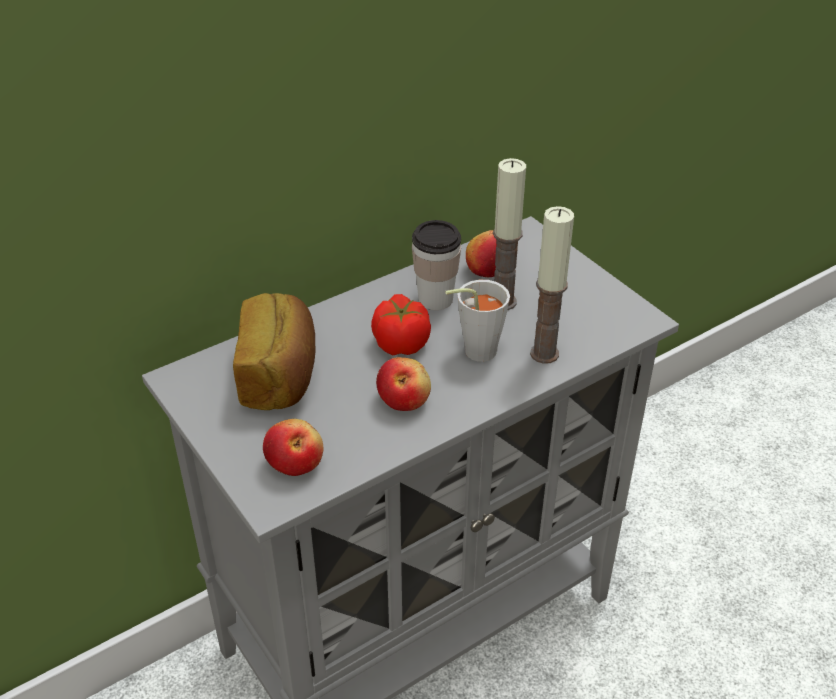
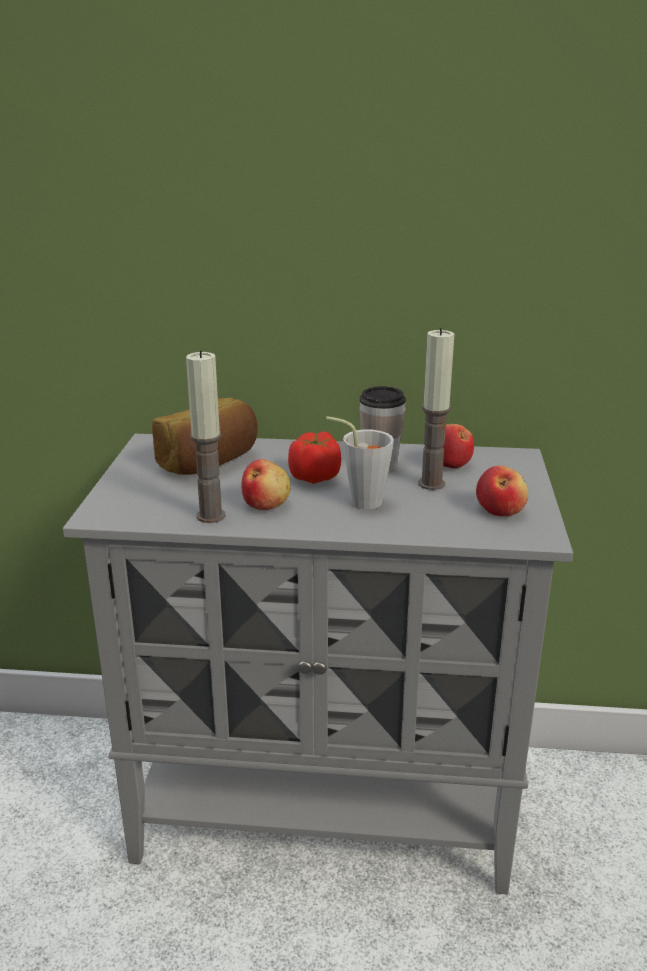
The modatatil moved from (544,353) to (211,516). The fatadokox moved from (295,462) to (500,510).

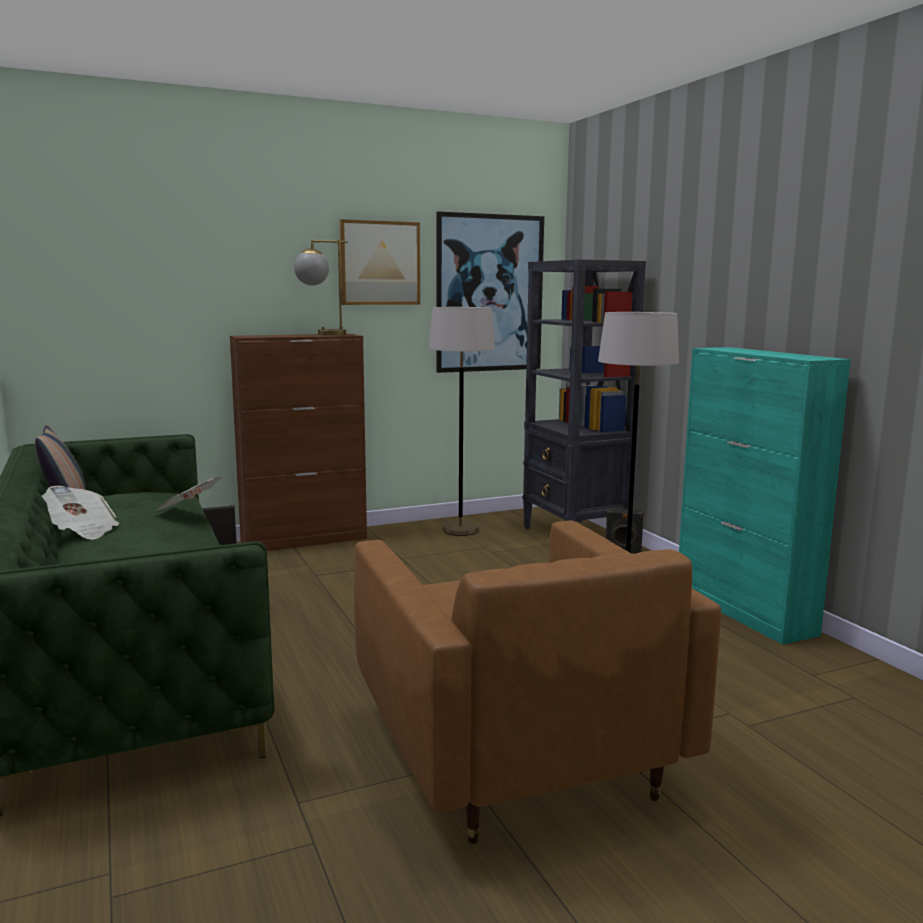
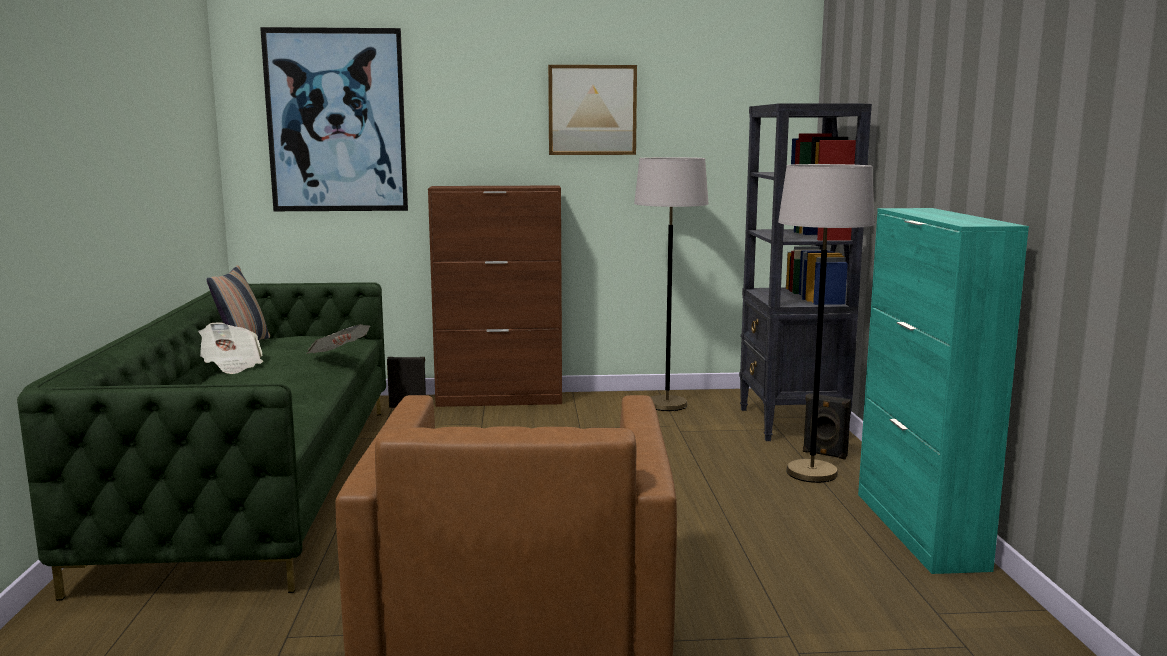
The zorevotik moved from (489,293) to (336,121). The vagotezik at (321,334) disappeared.

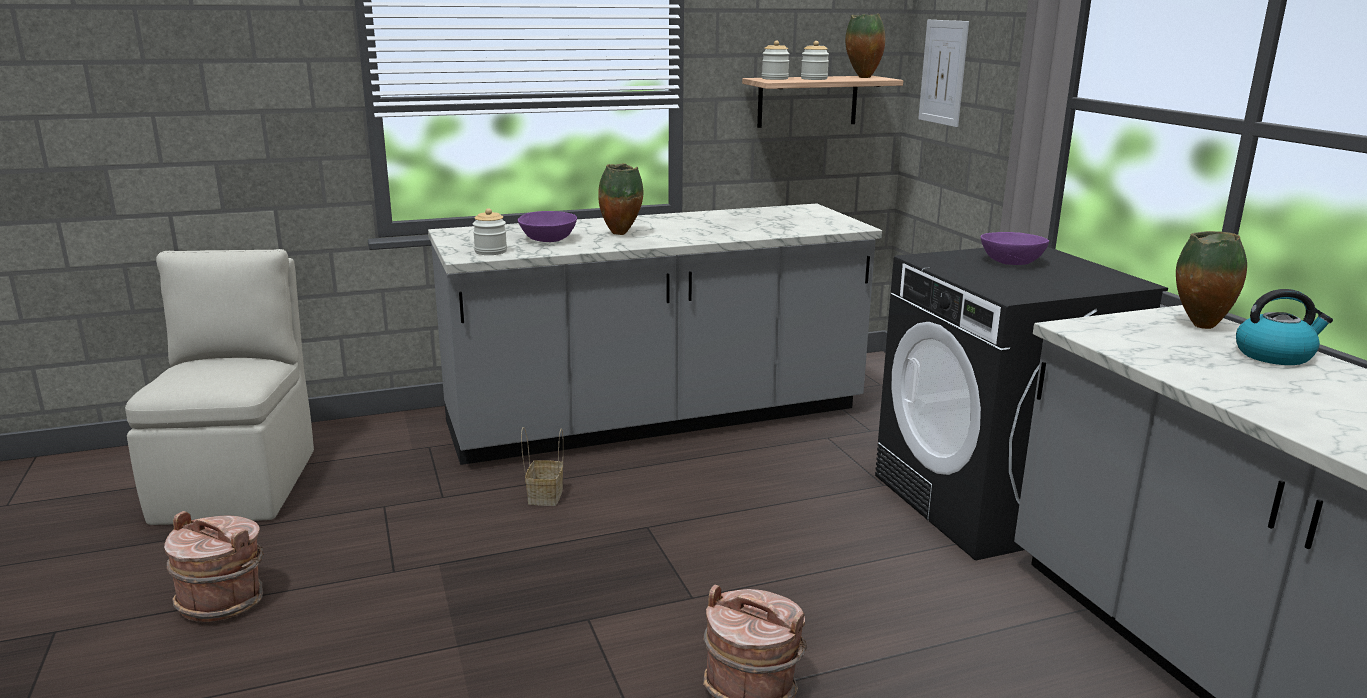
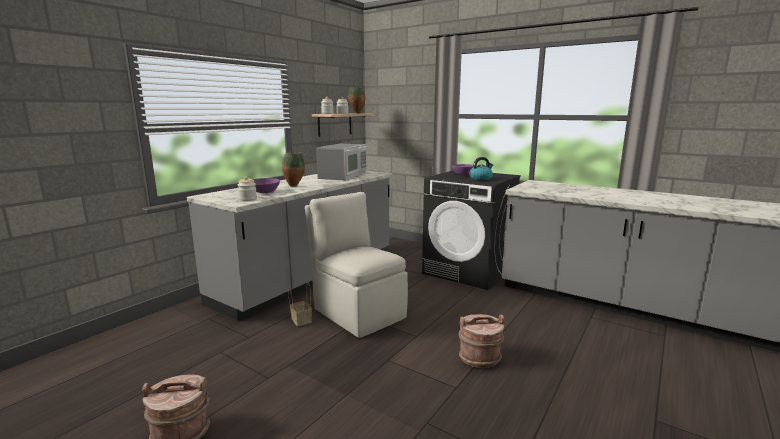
The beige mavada moved from (239,483) to (358,312). The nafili at (344,175) appeared. The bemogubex moved from (1274,355) to (481,178). The zorevotik at (943,72) disappeared. The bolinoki at (1199,327) disappeared.

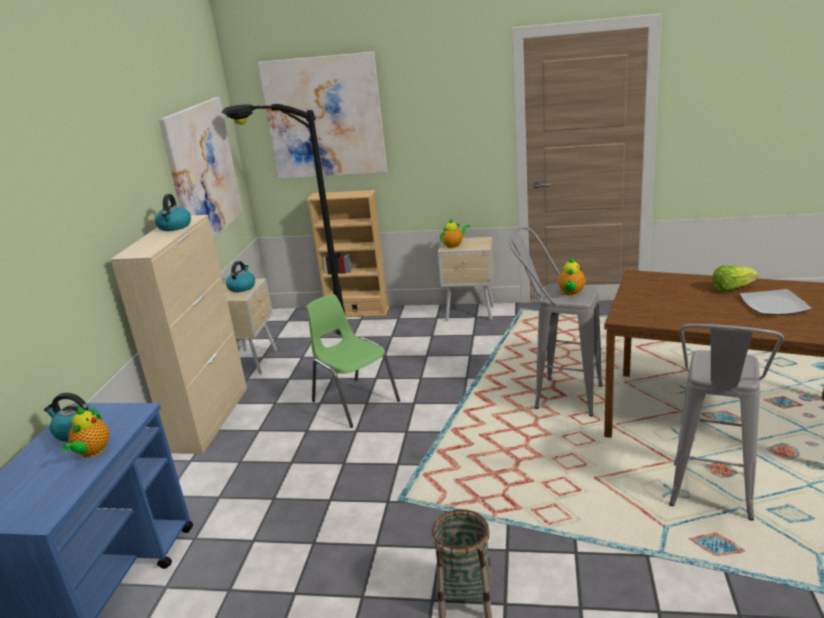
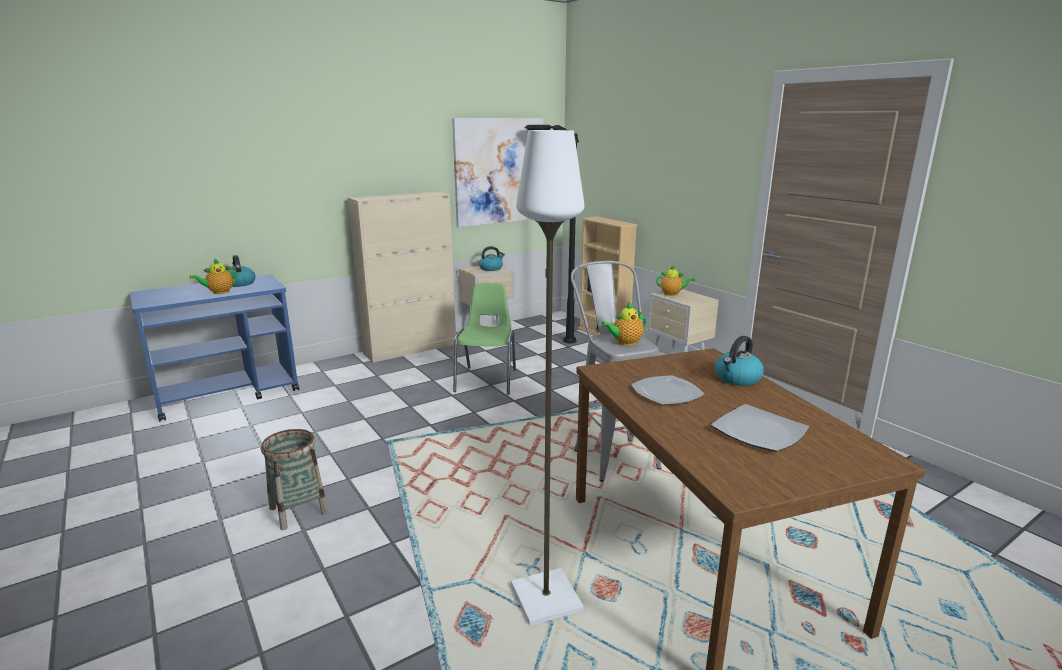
The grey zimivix at (710,501) was replaced by the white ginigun at (544,598). The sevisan at (666,393) appeared. The bemogubex moved from (174,227) to (737,379). The zorevotik at (324,117) disappeared. The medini at (731,288) disappeared.

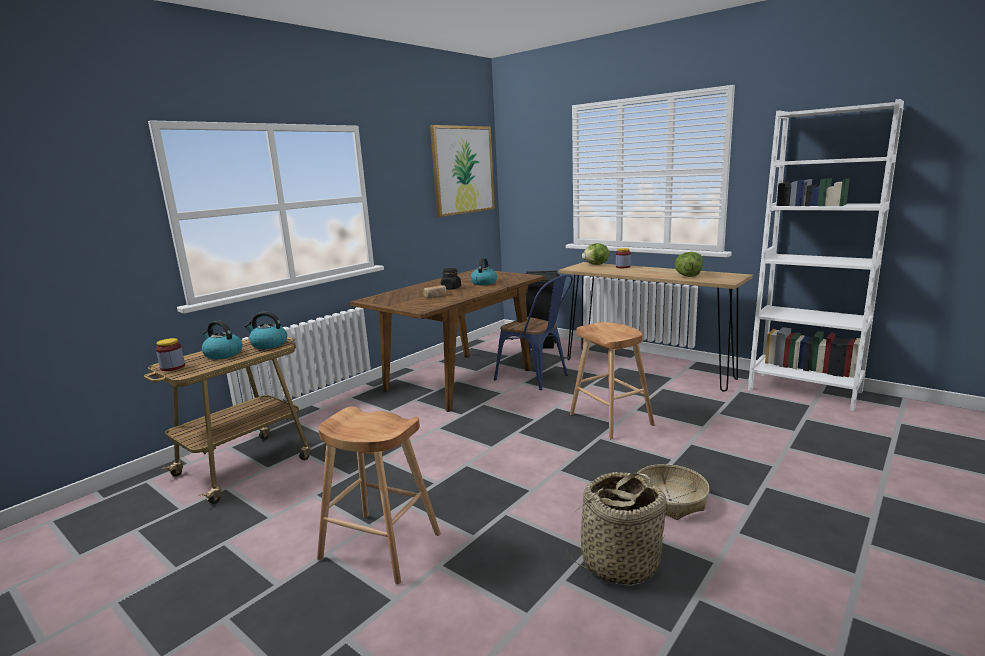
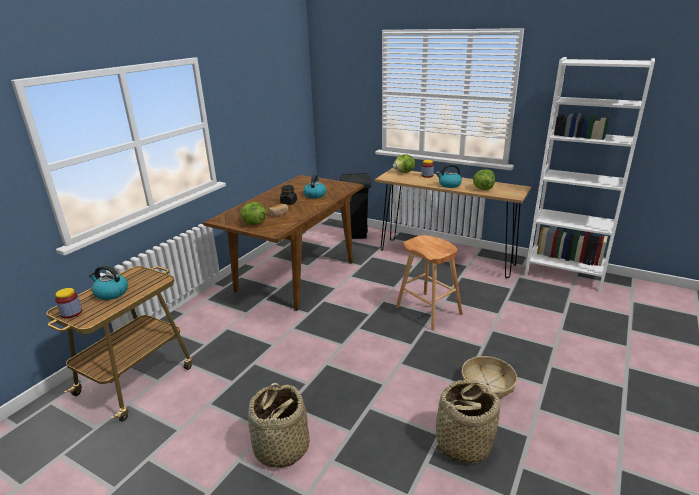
The medini at (253,223) appeared. The brown zimivix at (381,546) was replaced by the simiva at (281,448). The bemogubex moved from (268,345) to (449,185). The zorevotik at (463,170) disappeared. The blue mavada at (537,378) disappeared.

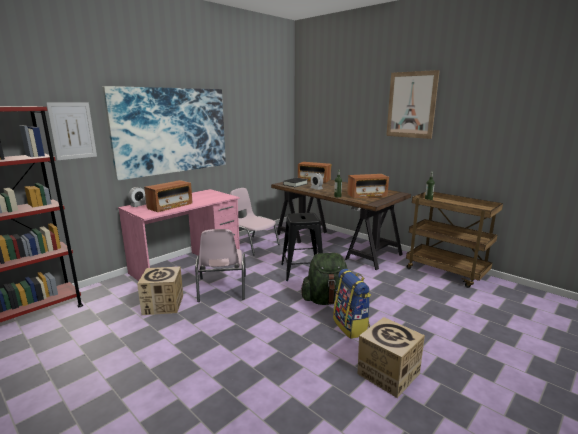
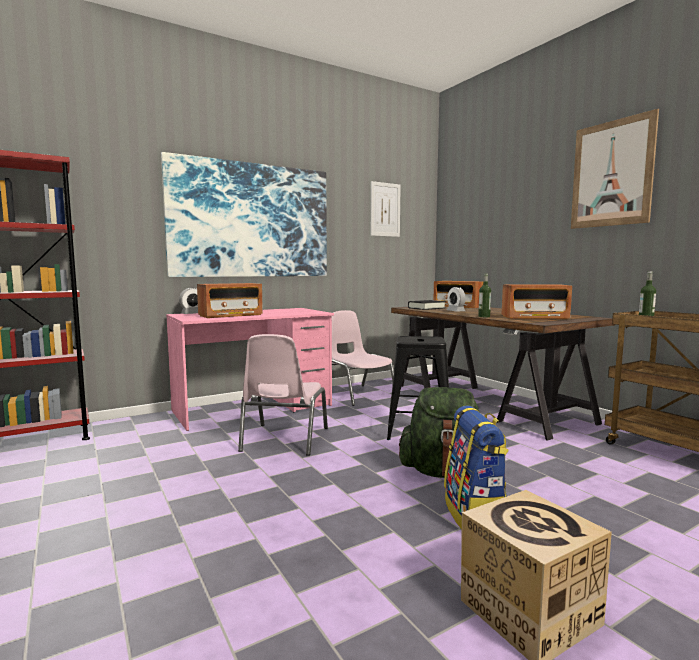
The zorevotik moved from (72,131) to (385,209). The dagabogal at (163,305) disappeared.

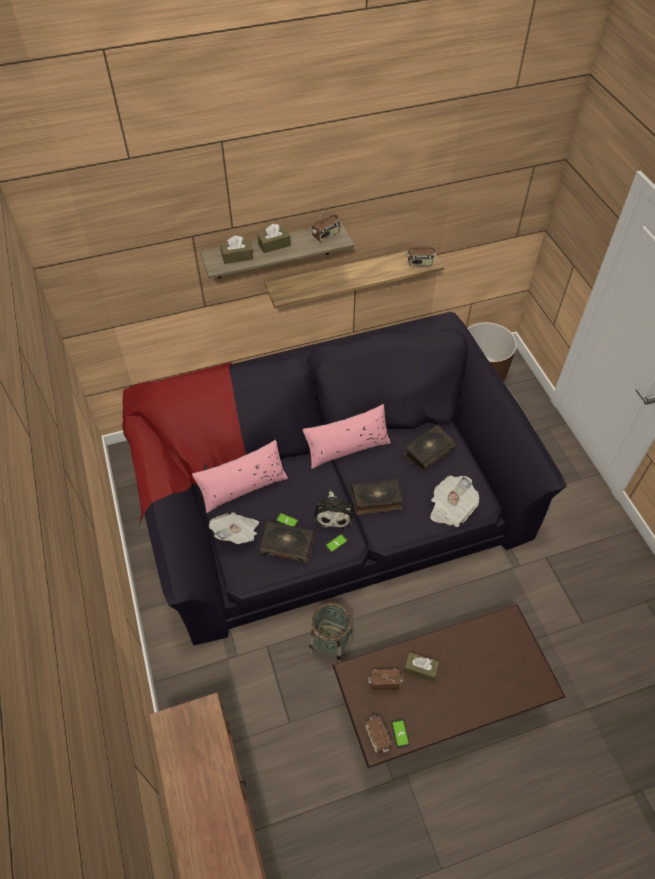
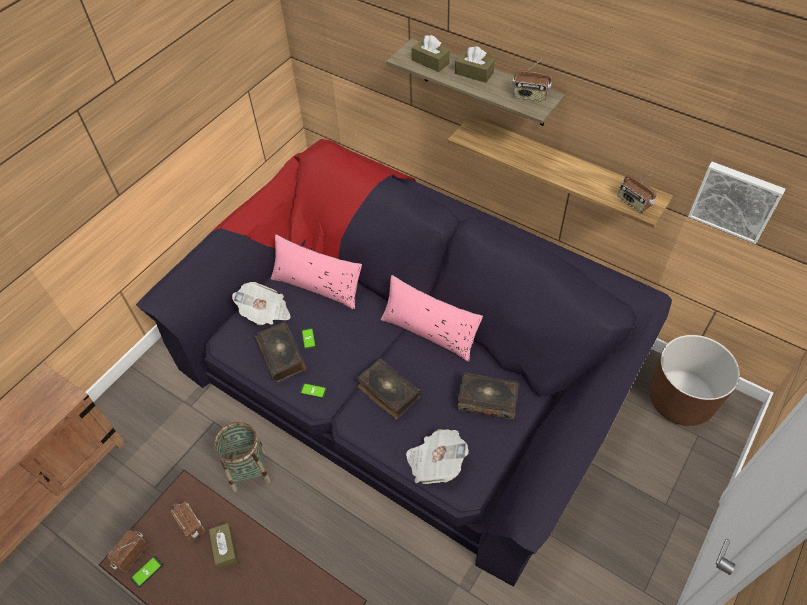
The zorevotik at (735,200) appeared. The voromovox at (333,513) disappeared.

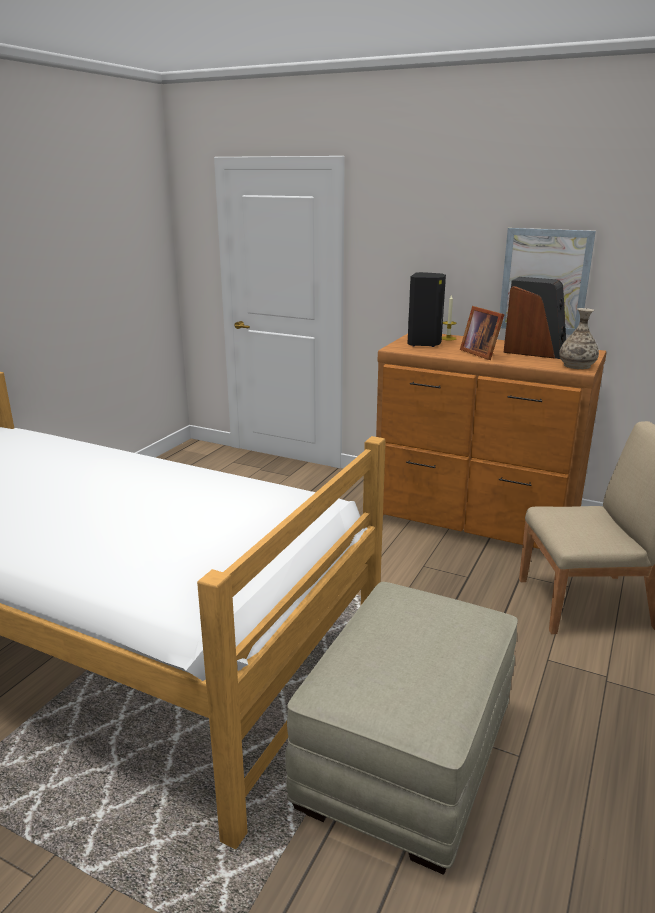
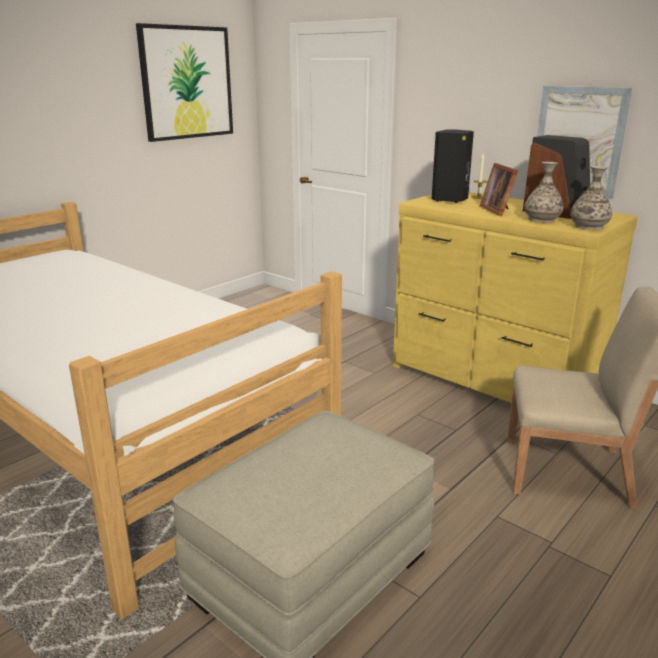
The zorevotik at (187,83) appeared. The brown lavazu at (475,519) became the yellow lavazu at (492,379). The bolinoki at (541,220) appeared.

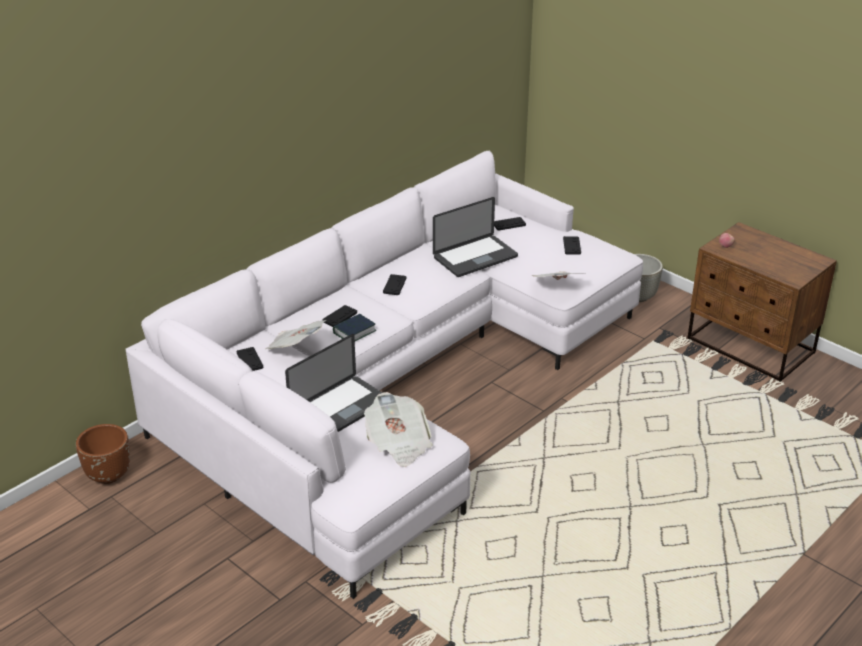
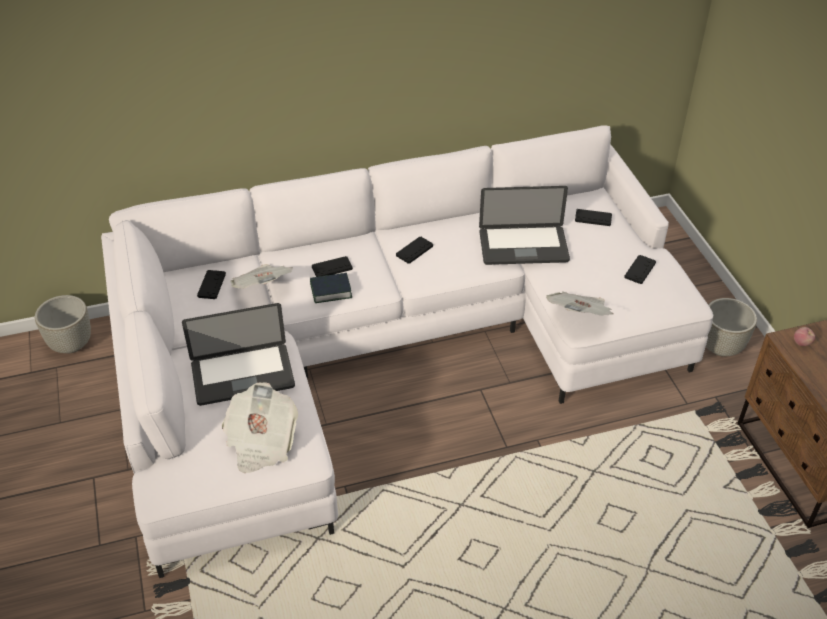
The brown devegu at (108,475) became the grey devegu at (71,344).

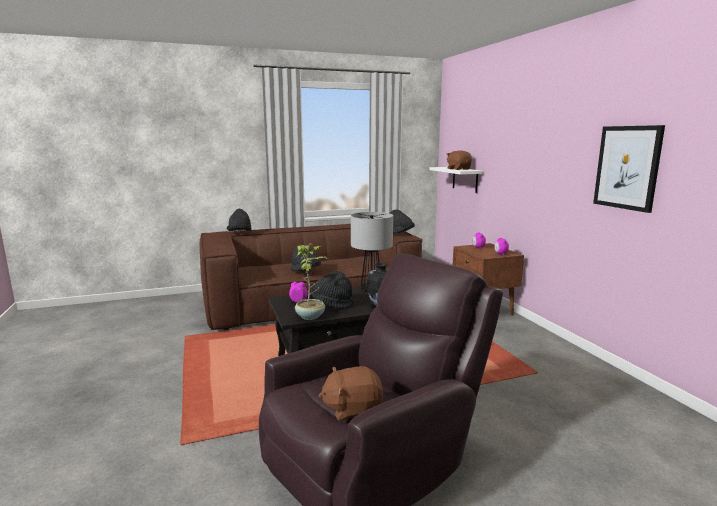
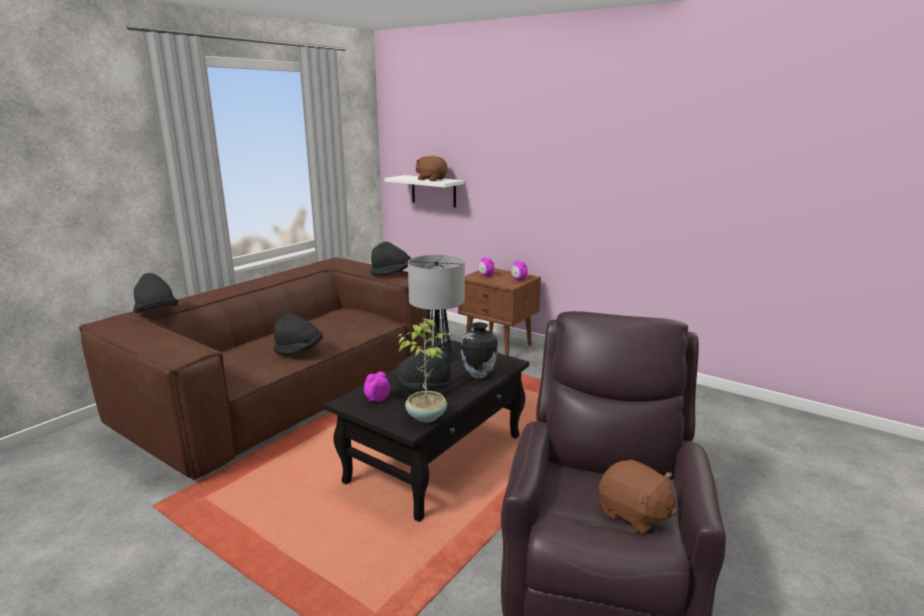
The brown voromovox at (352,409) turned 90 degrees counterclockwise. The zorevotik at (627,167) disappeared.

